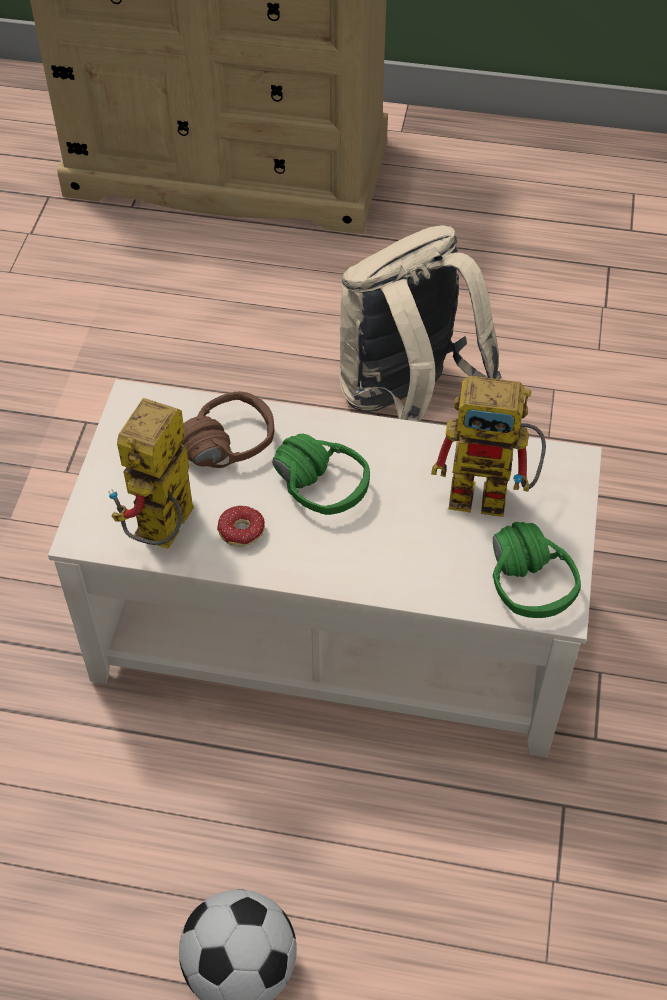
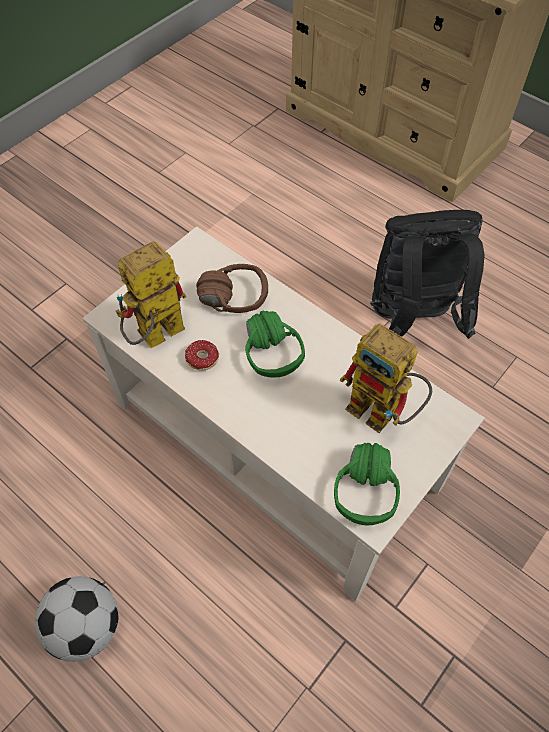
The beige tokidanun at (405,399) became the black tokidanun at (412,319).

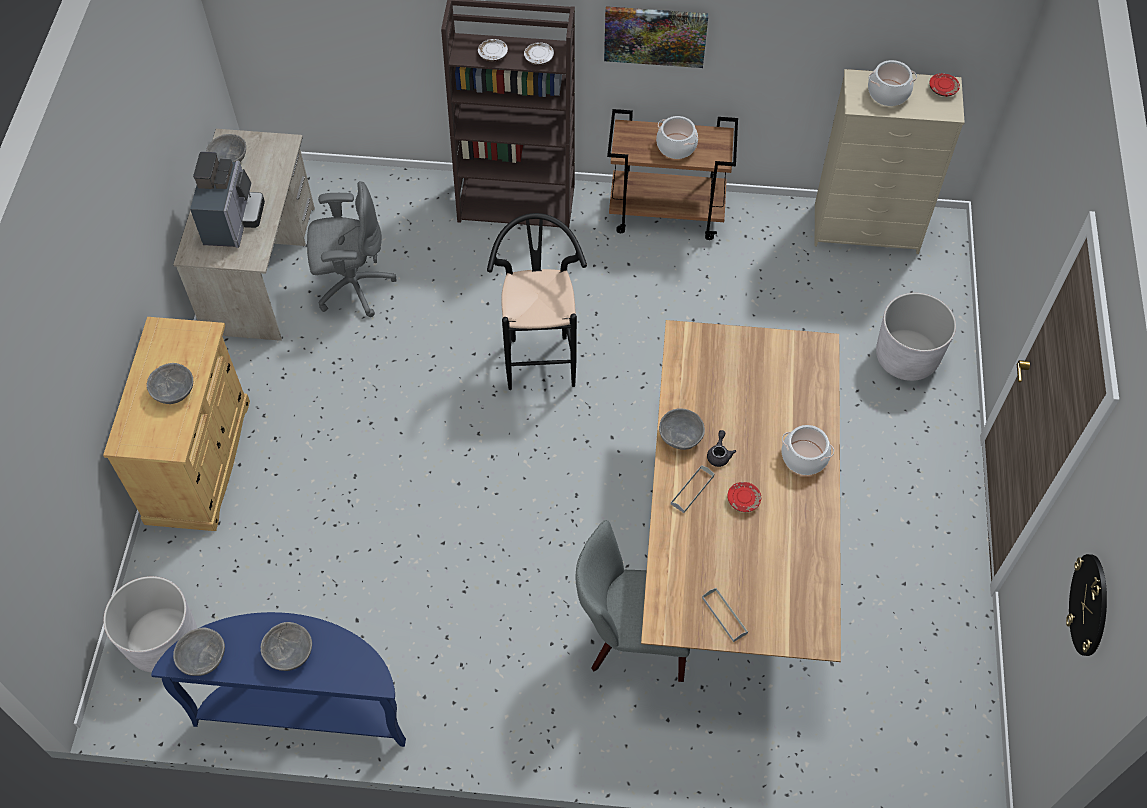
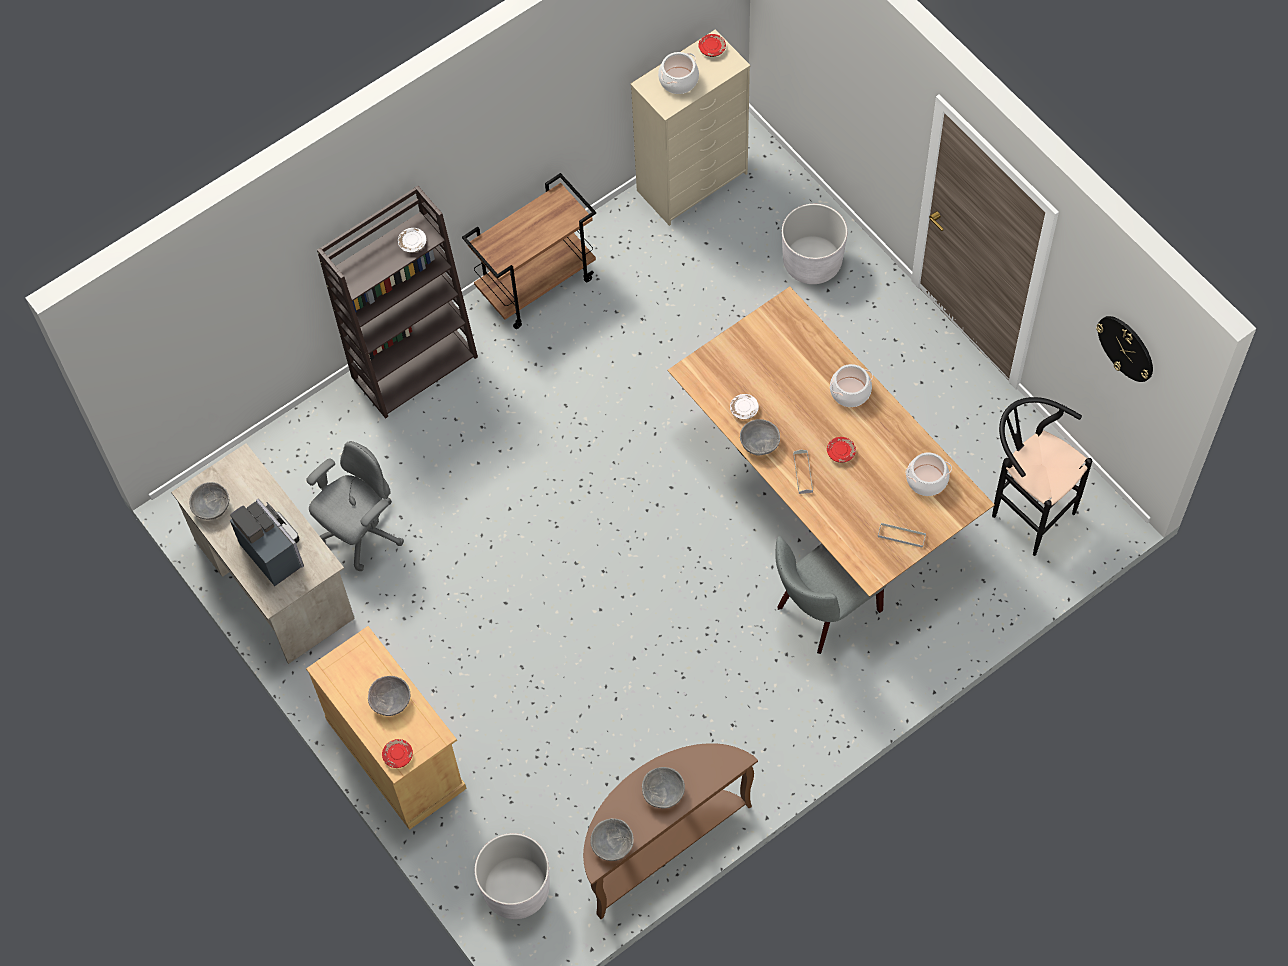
The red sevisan at (398,756) appeared. The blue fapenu at (304,708) became the brown fapenu at (660,842). The white sevisan moved from (493,54) to (744,409). The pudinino moved from (676,146) to (926,480). The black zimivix moved from (540,356) to (1025,511). The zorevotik at (655,35) disappeared. The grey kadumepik at (719,454) disappeared.

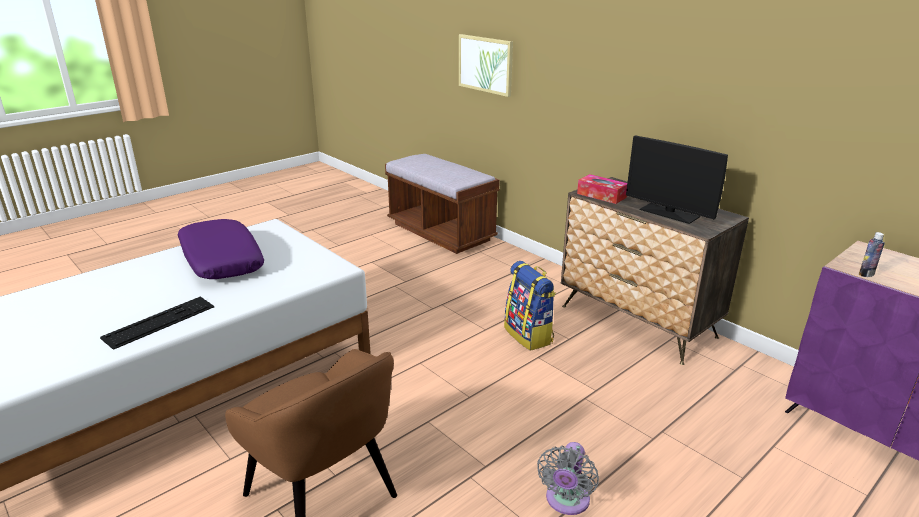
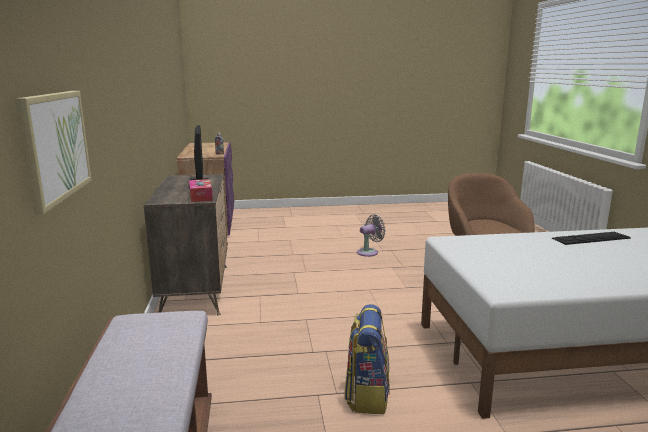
The tokidanun moved from (529,335) to (367,395). The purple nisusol at (221,260) disappeared.

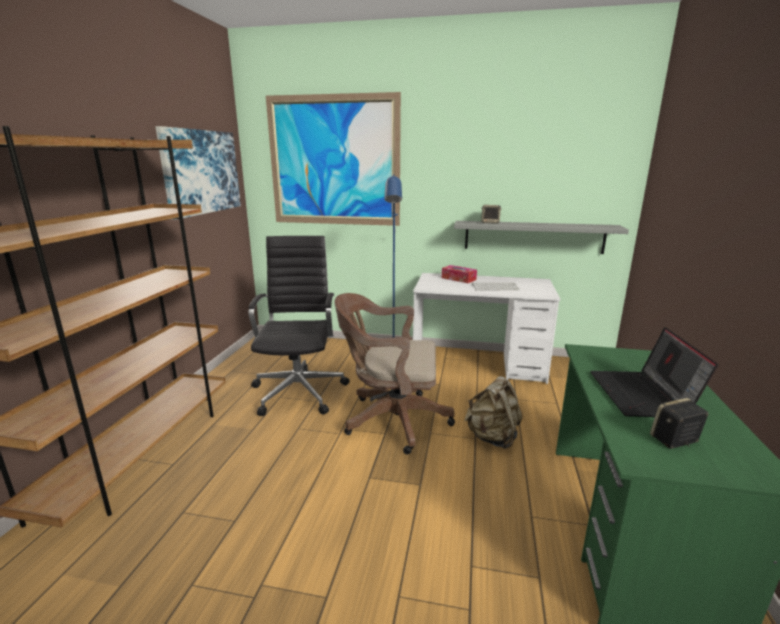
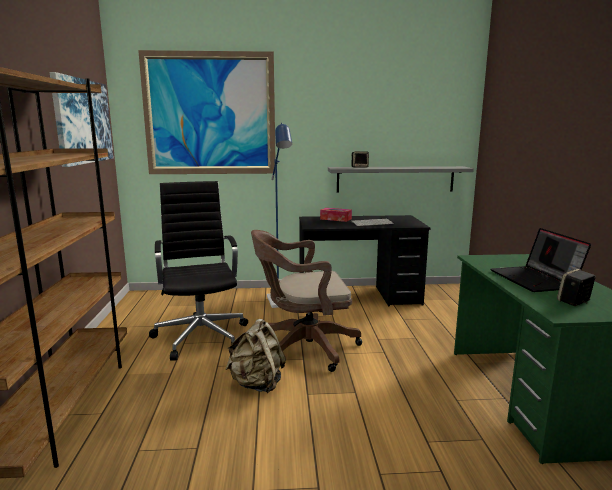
The beige tokidanun moved from (492,437) to (257,384). The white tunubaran at (478,364) became the black tunubaran at (358,297).

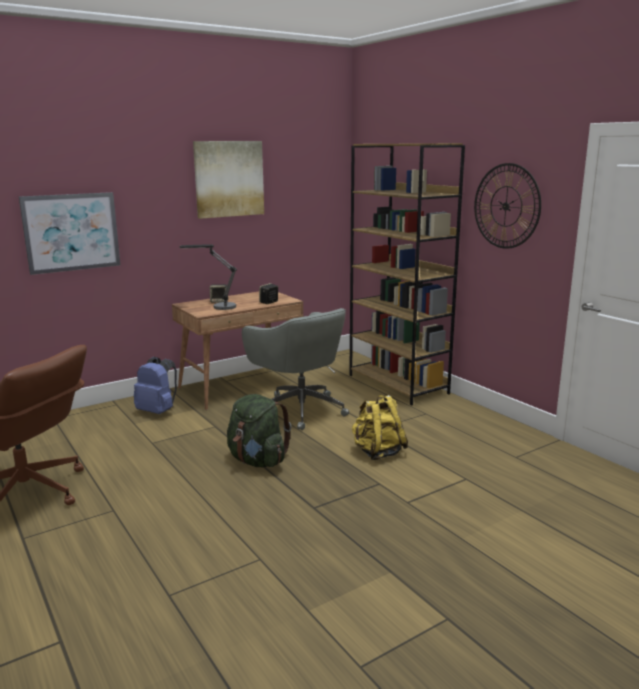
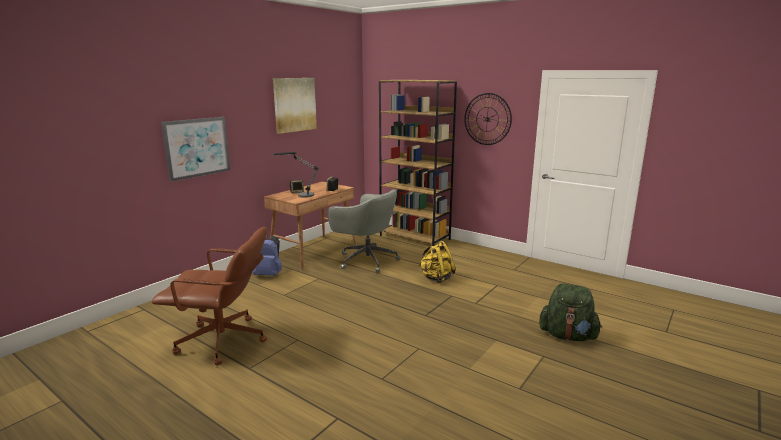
The green tokidanun moved from (257,461) to (567,336).

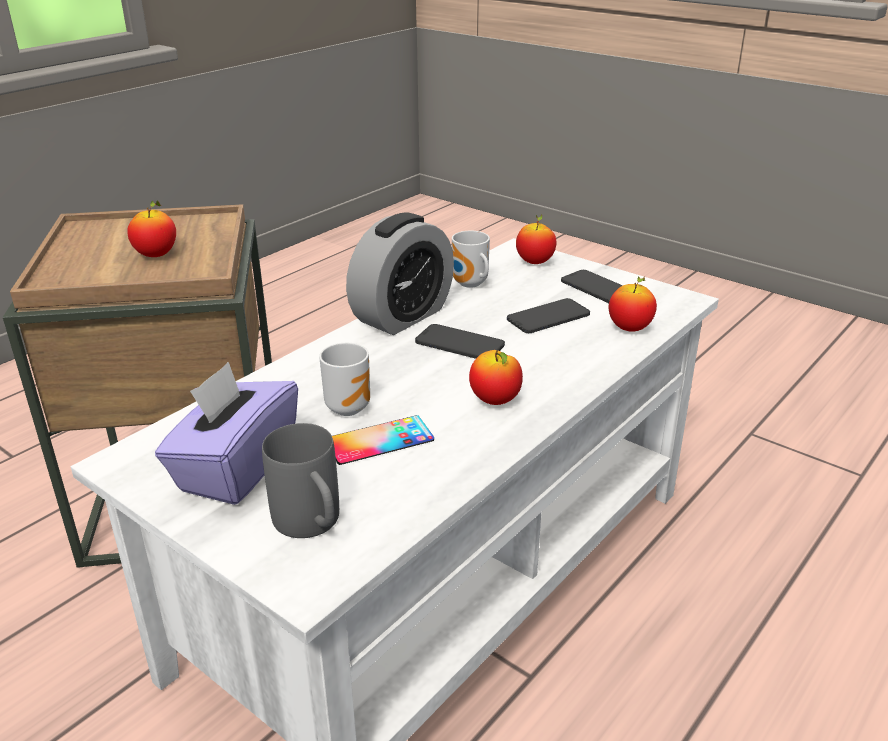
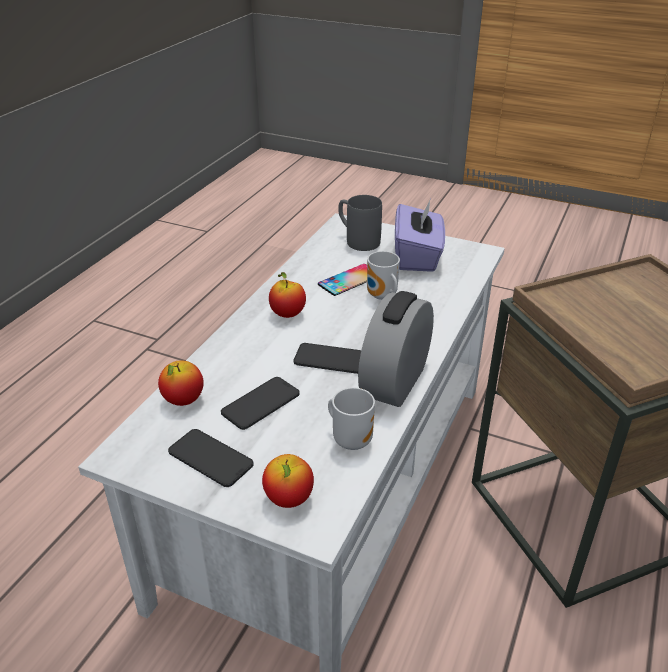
The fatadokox at (156,255) disappeared.

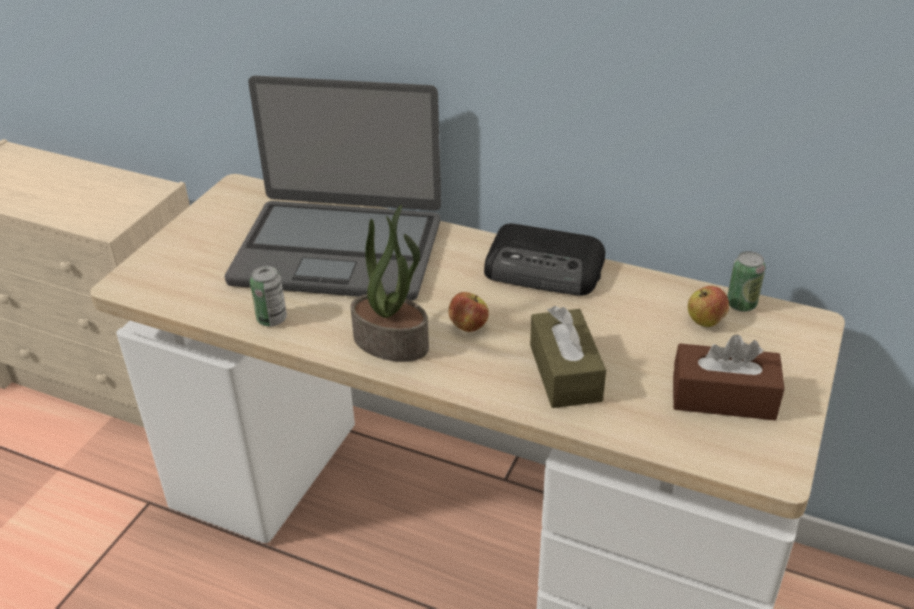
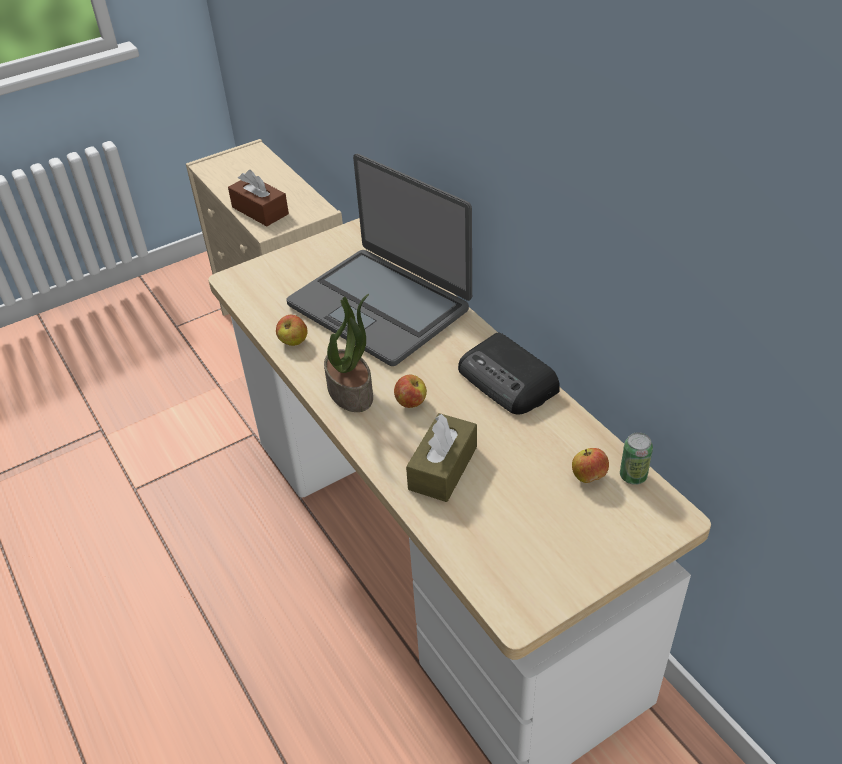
The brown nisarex moved from (723,397) to (260,210). The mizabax at (272,319) was replaced by the fatadokox at (293,341).

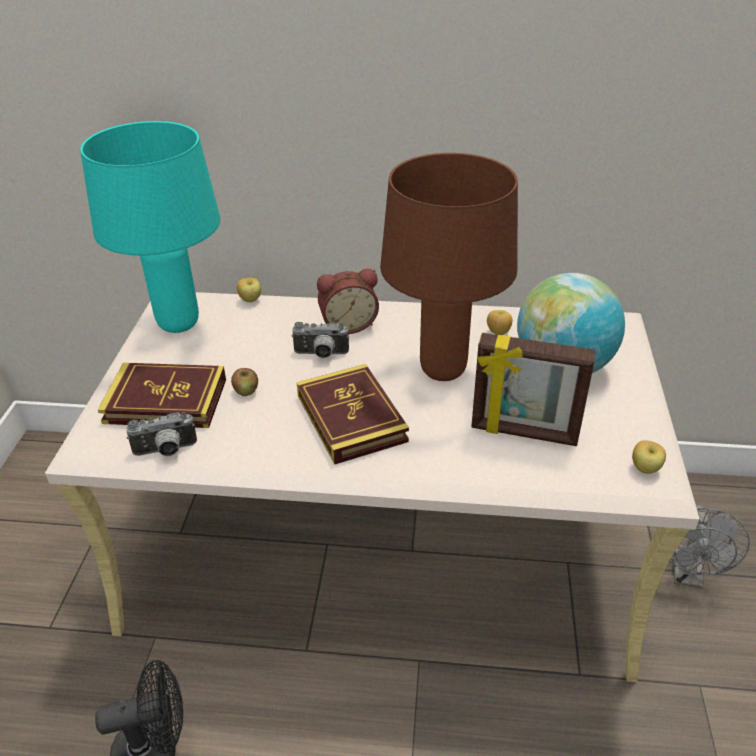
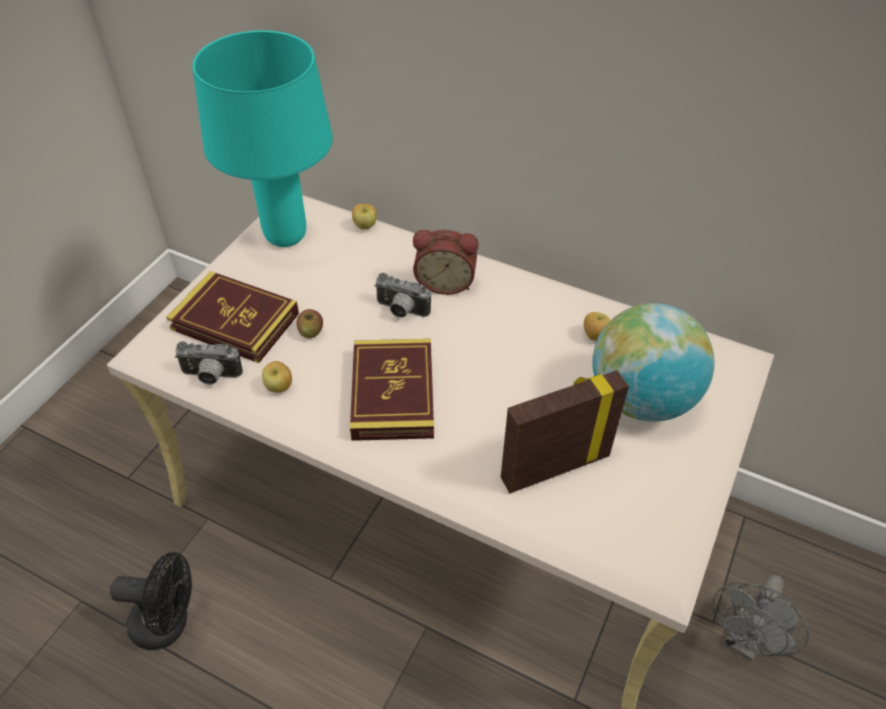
The fatadokox moved from (645,469) to (279,387). The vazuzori at (524,433) turned 120 degrees clockwise. The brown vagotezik at (443,370) disappeared.

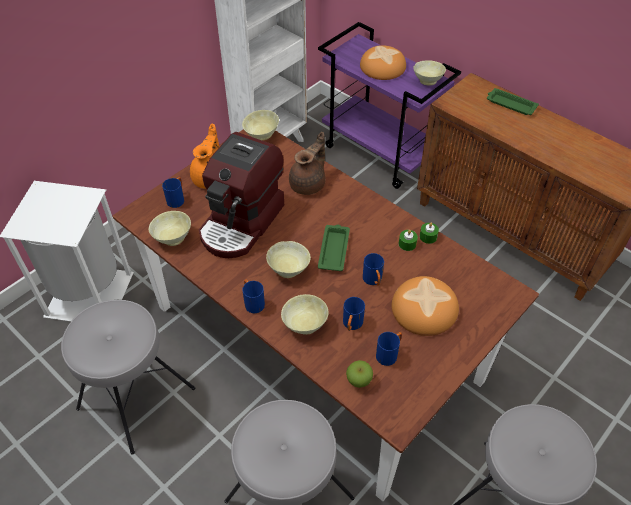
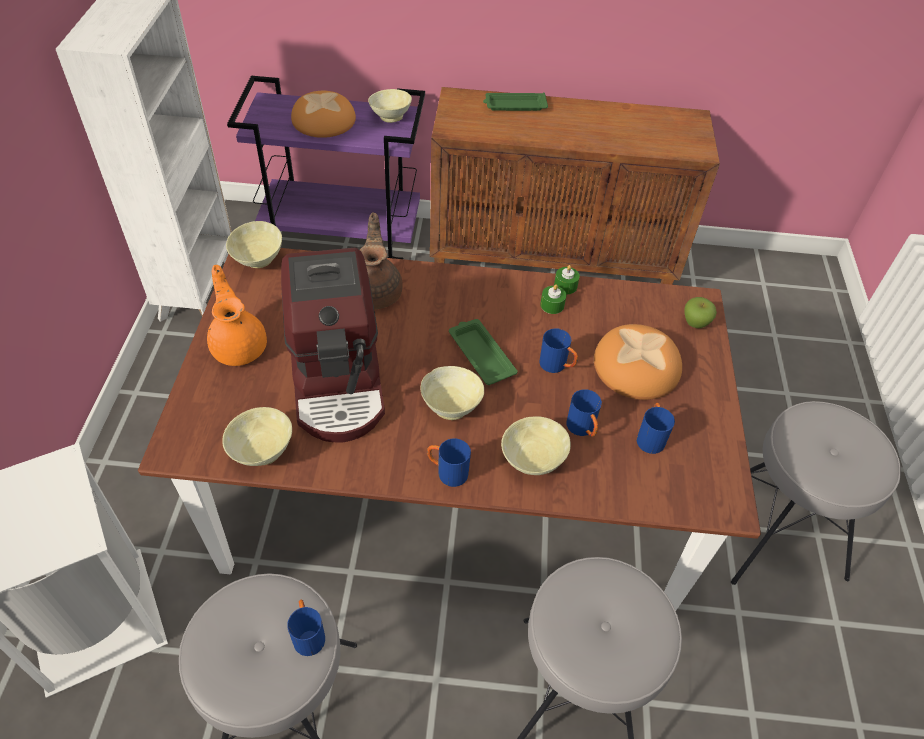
The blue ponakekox moved from (177,199) to (308,634). The fatadokox moved from (358,381) to (695,323).

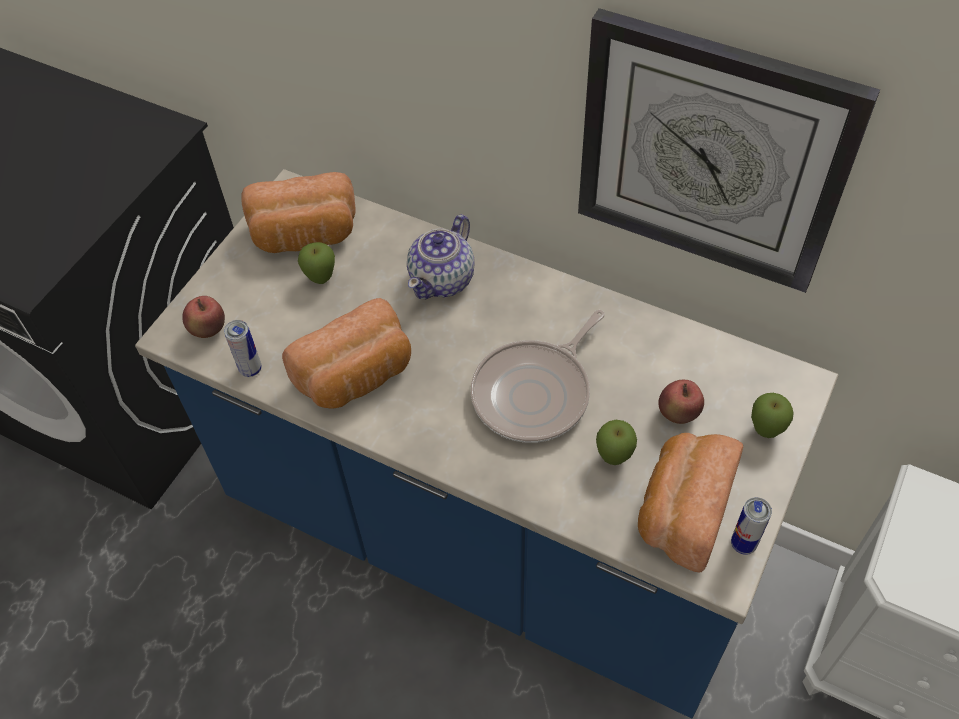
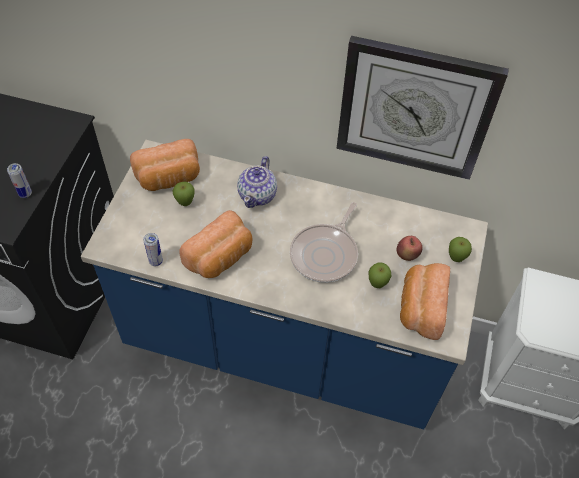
The mizabax moved from (743,544) to (25,194). The fatadokox at (208,330) disappeared.

